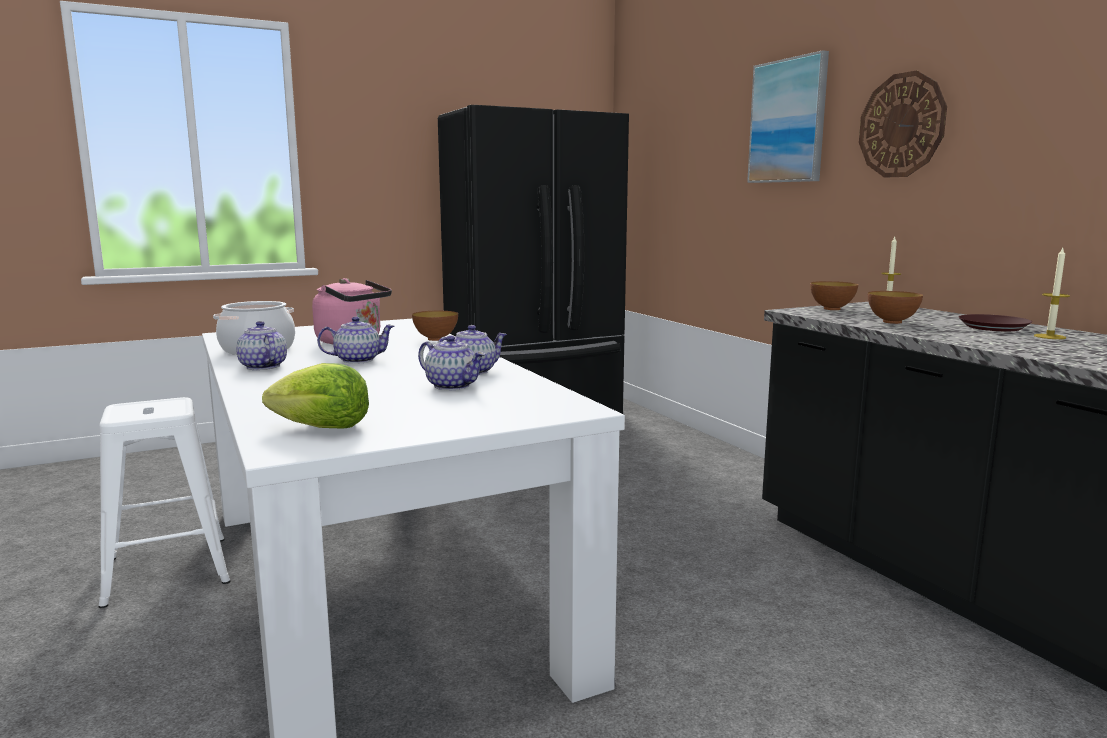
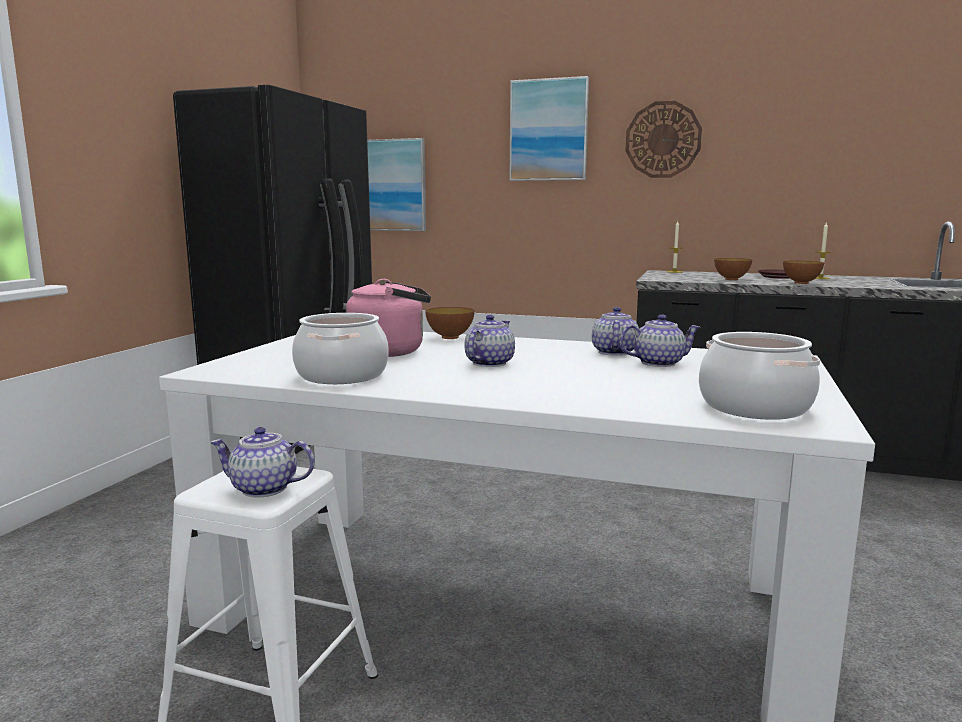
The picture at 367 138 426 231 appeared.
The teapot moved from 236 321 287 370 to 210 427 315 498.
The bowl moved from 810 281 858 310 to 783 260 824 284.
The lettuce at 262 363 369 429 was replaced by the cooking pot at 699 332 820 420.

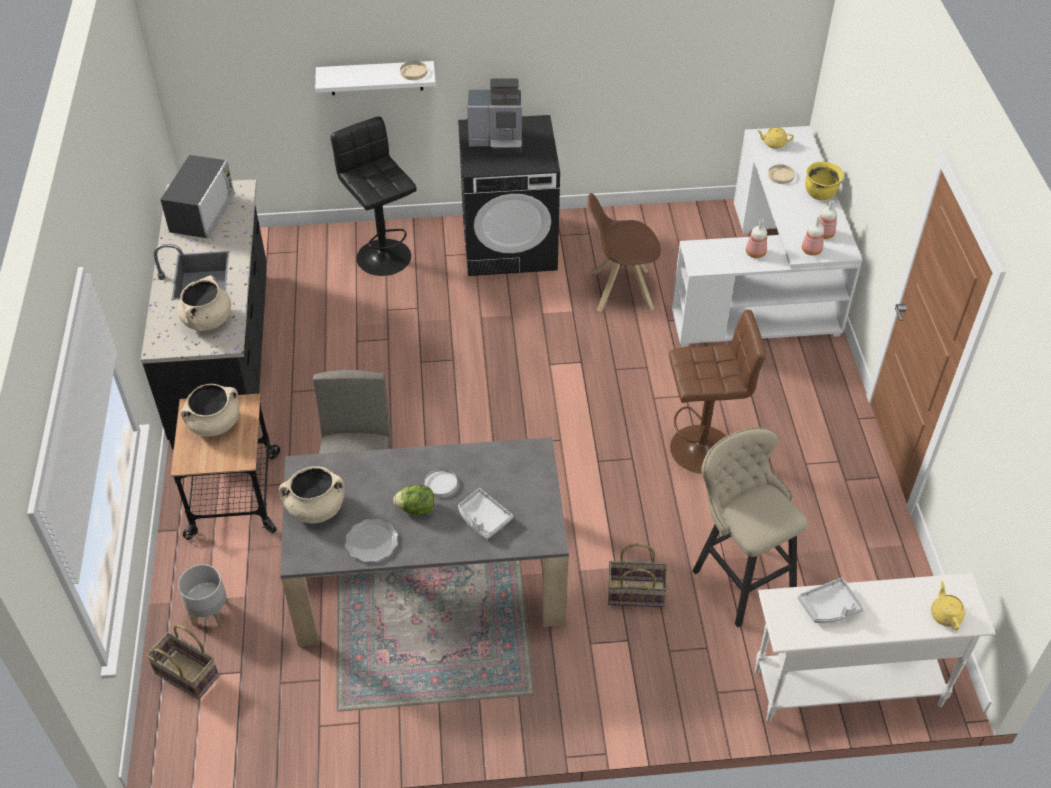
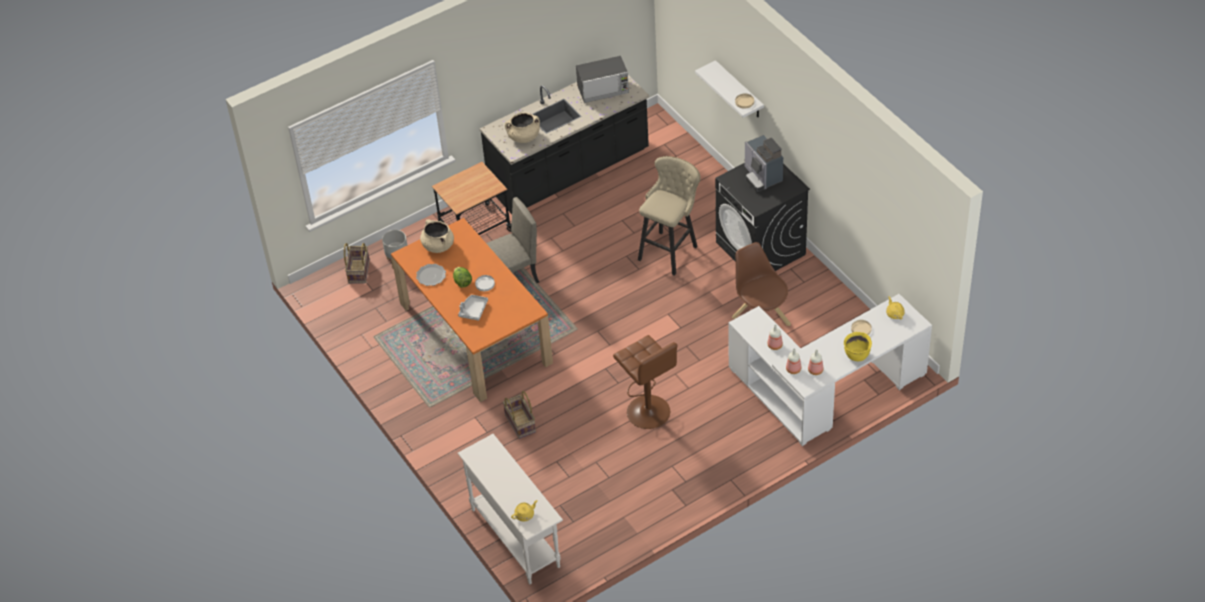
The beige cooking pot at 181 384 239 437 disappeared.
The black stool at 331 117 417 276 disappeared.
The grey tray at 798 578 864 623 disappeared.
The beige stool moved from 693 428 808 627 to 638 156 701 276.
The grey dining table at 280 437 569 647 became the orange dining table at 391 218 553 402.

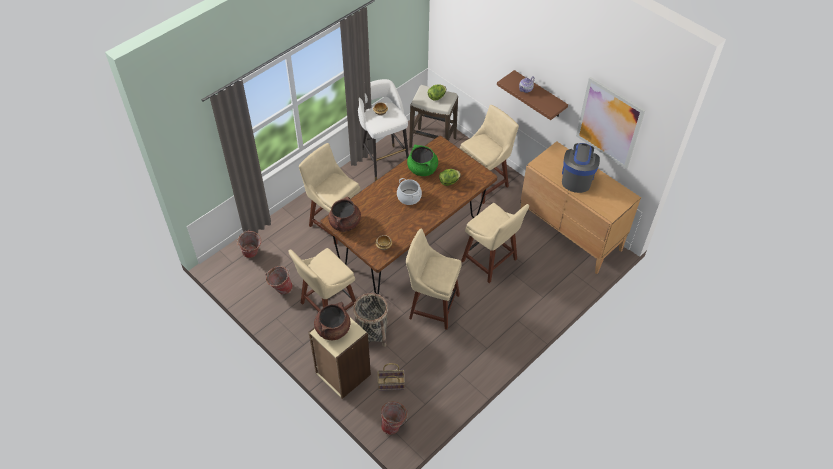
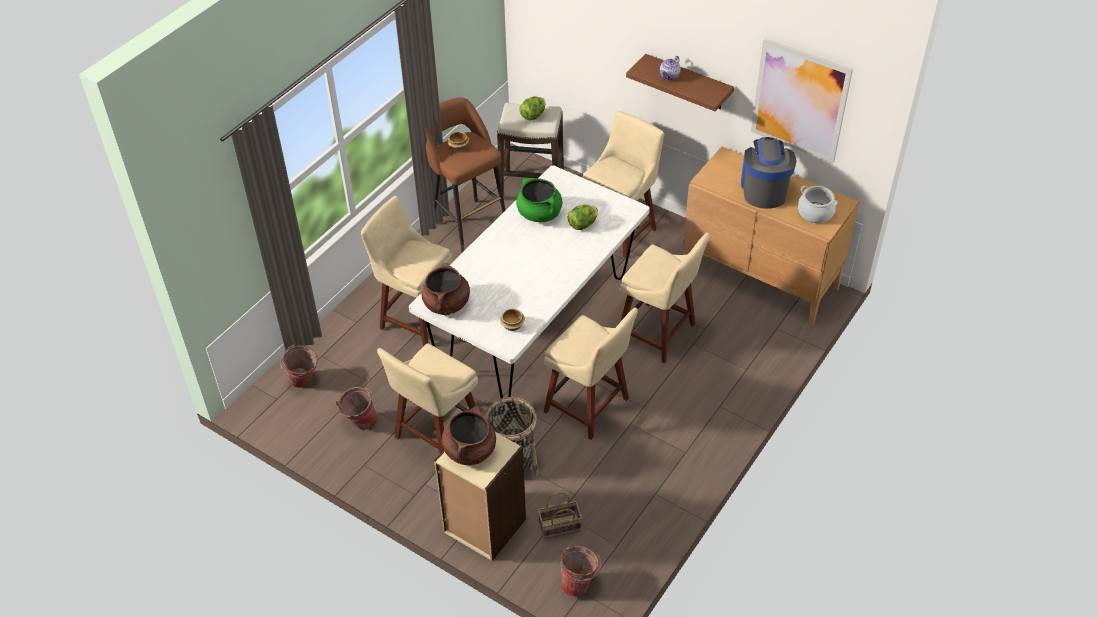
The cooking pot moved from 397 178 422 205 to 798 186 838 223.
The brown dining table at 320 136 497 295 became the white dining table at 409 165 650 398.
The white stool at 358 79 409 181 became the brown stool at 426 98 505 253.
The beige chair at 406 229 462 330 turned 150 degrees counterclockwise.

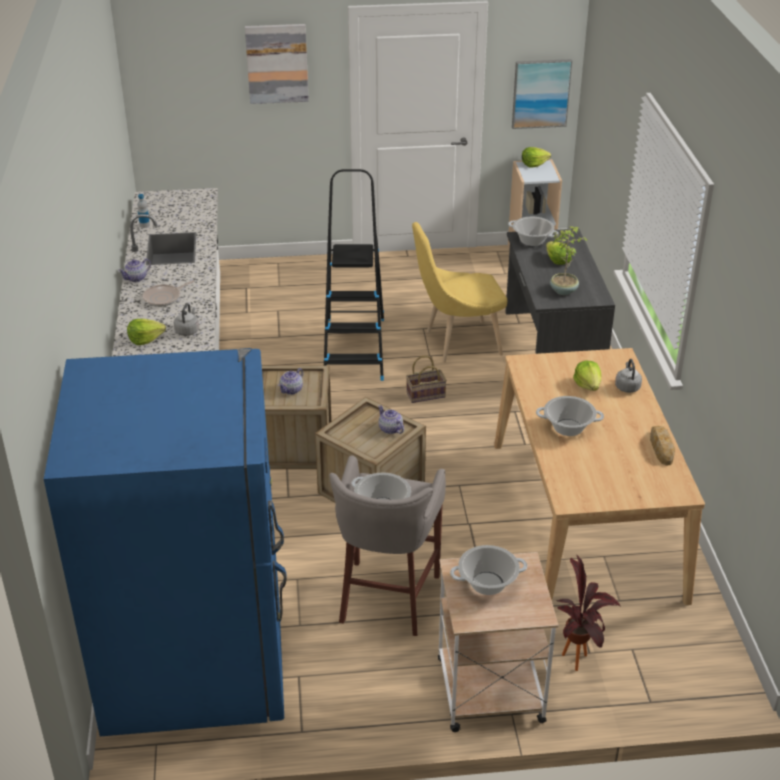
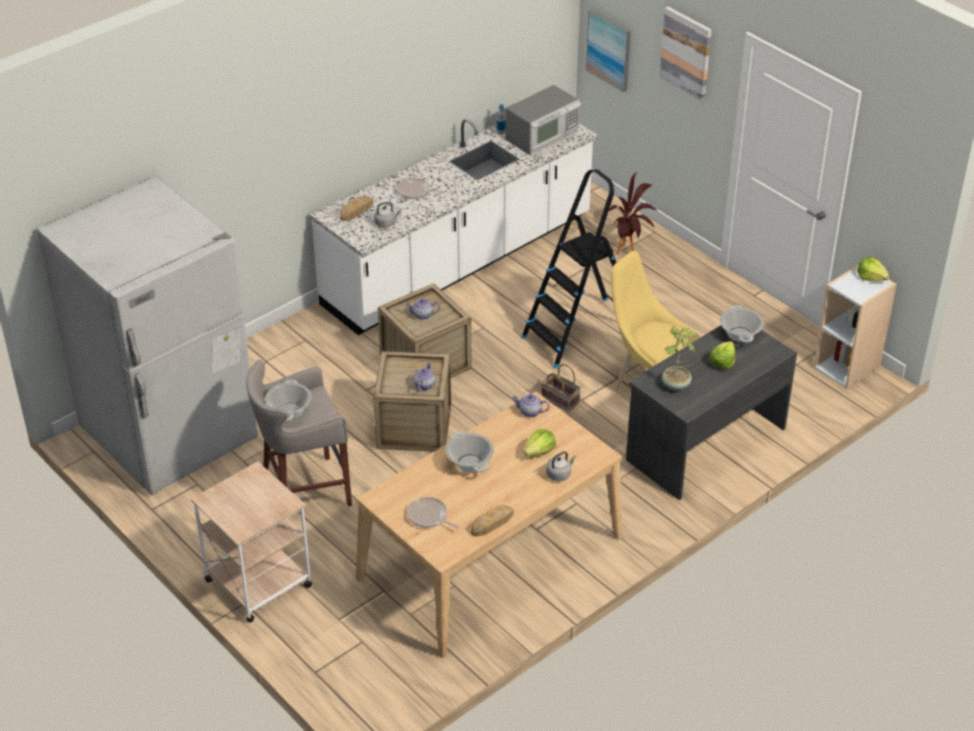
The cooking pot at 450 545 527 595 disappeared.
The frying pan at 407 497 460 529 appeared.
The microwave at 505 85 581 156 appeared.
The teapot moved from 118 259 151 282 to 512 394 549 417.
The picture moved from 512 59 572 129 to 586 9 631 92.
The potted plant moved from 556 554 621 671 to 609 172 657 254.
The lettuce at 127 319 166 345 was replaced by the bread at 340 196 373 221.
The blue fridge at 44 348 287 736 became the white fridge at 37 177 258 494.

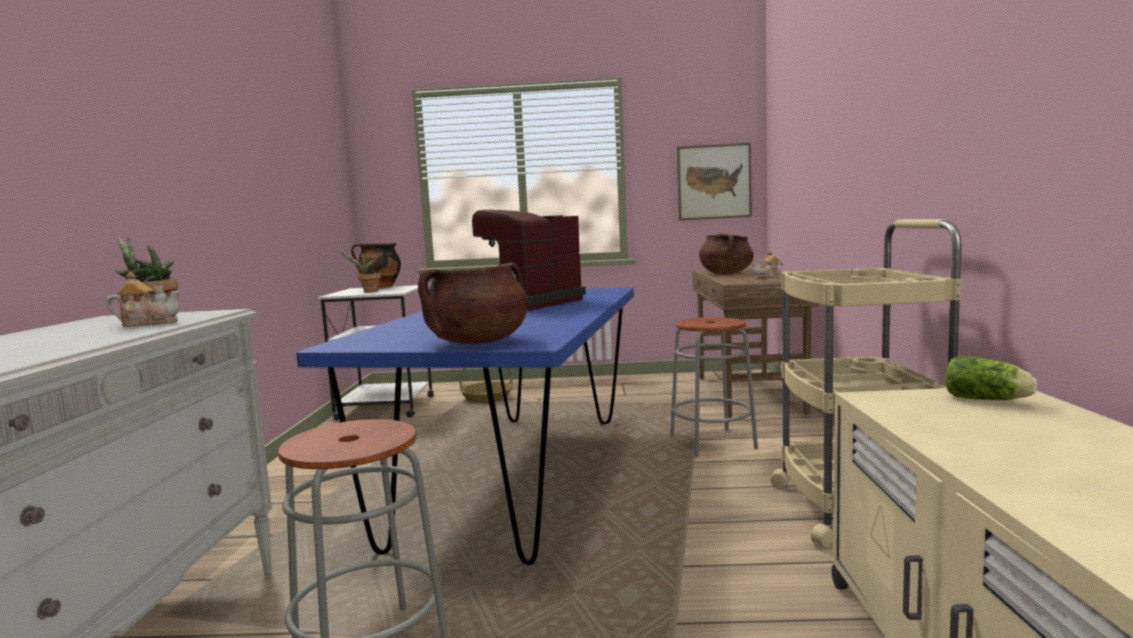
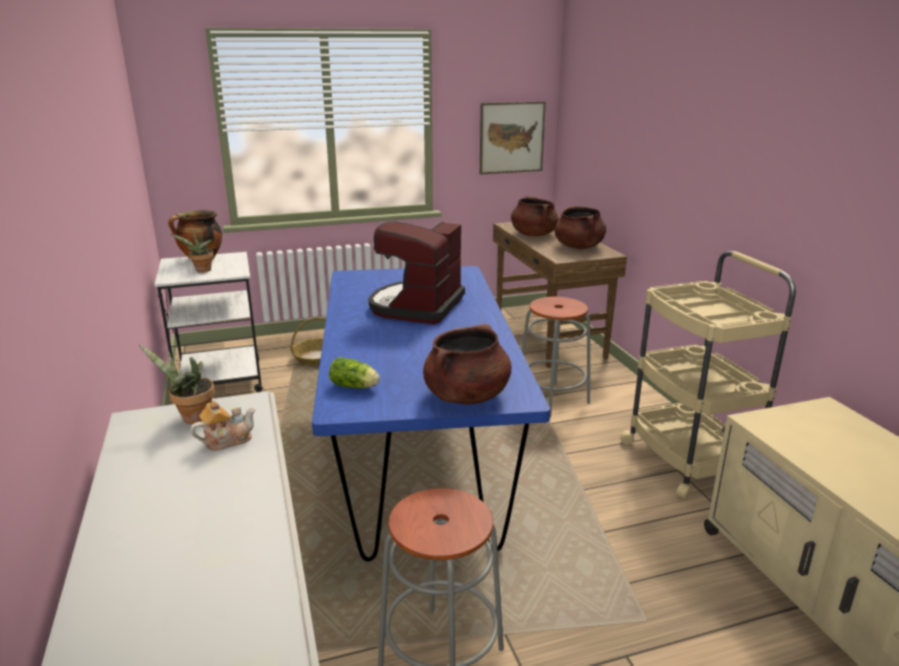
The lettuce moved from 945 356 1037 400 to 329 357 380 389.
The teapot at 751 251 784 278 was replaced by the brown cooking pot at 555 206 606 249.

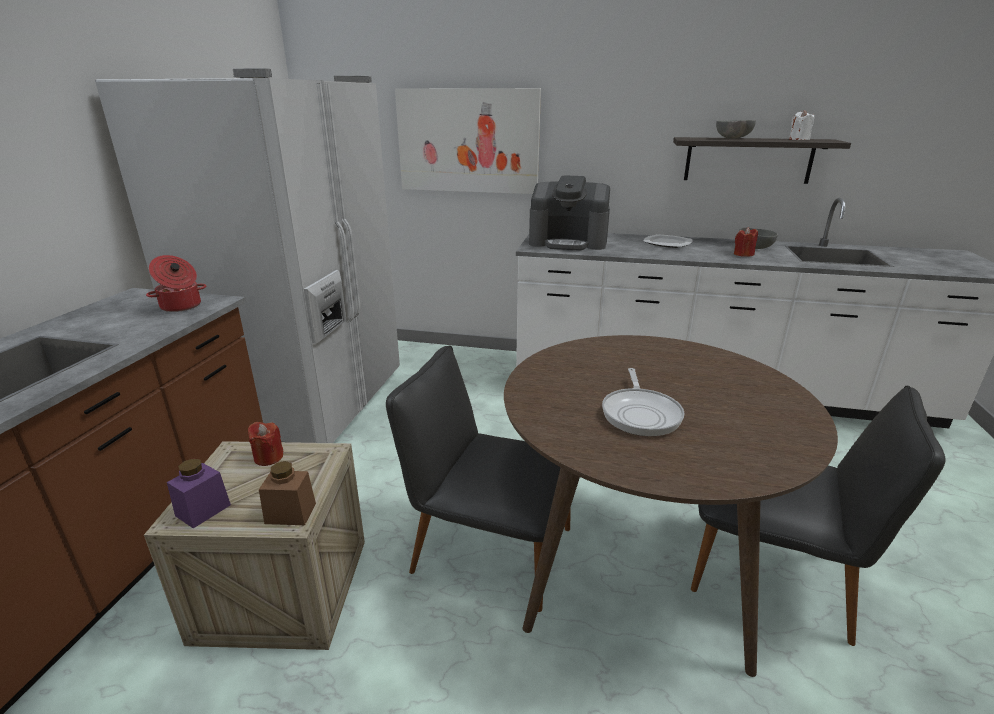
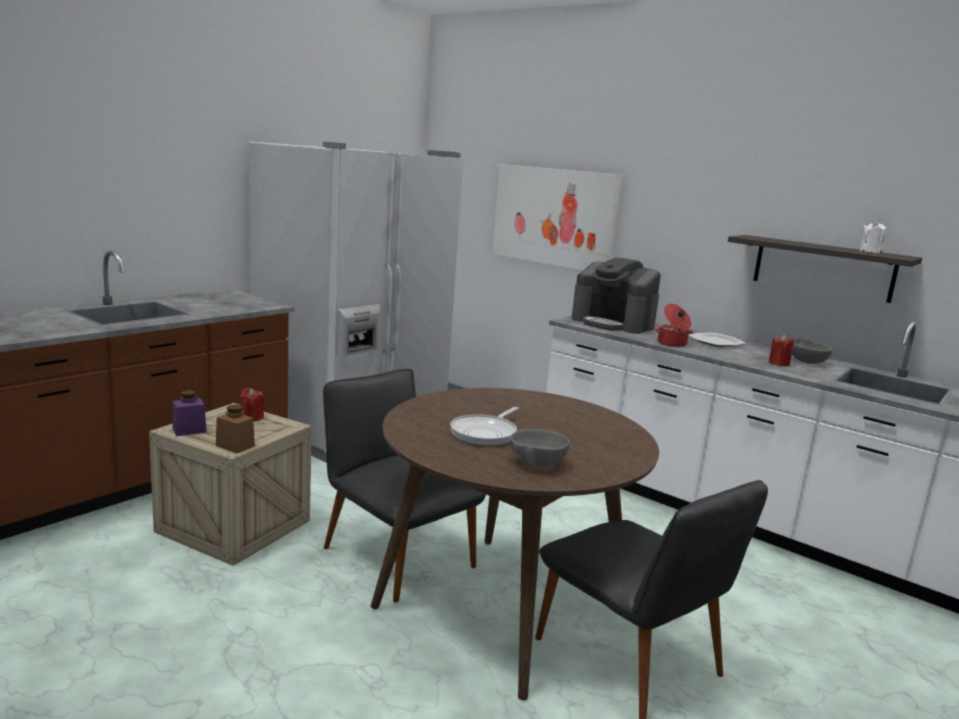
The cooking pot moved from 146 255 207 312 to 654 304 694 347.
The grey bowl moved from 716 120 756 139 to 510 429 570 467.

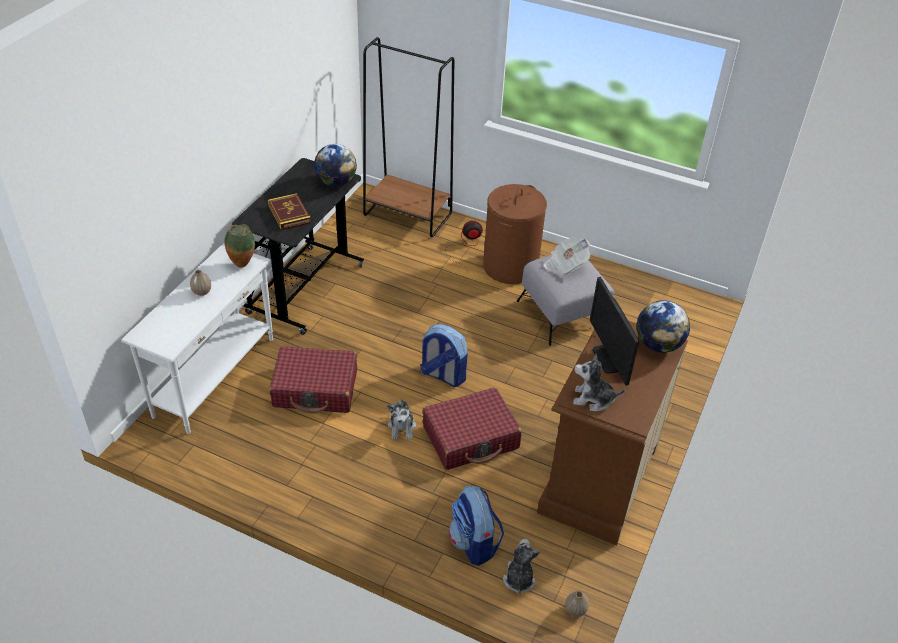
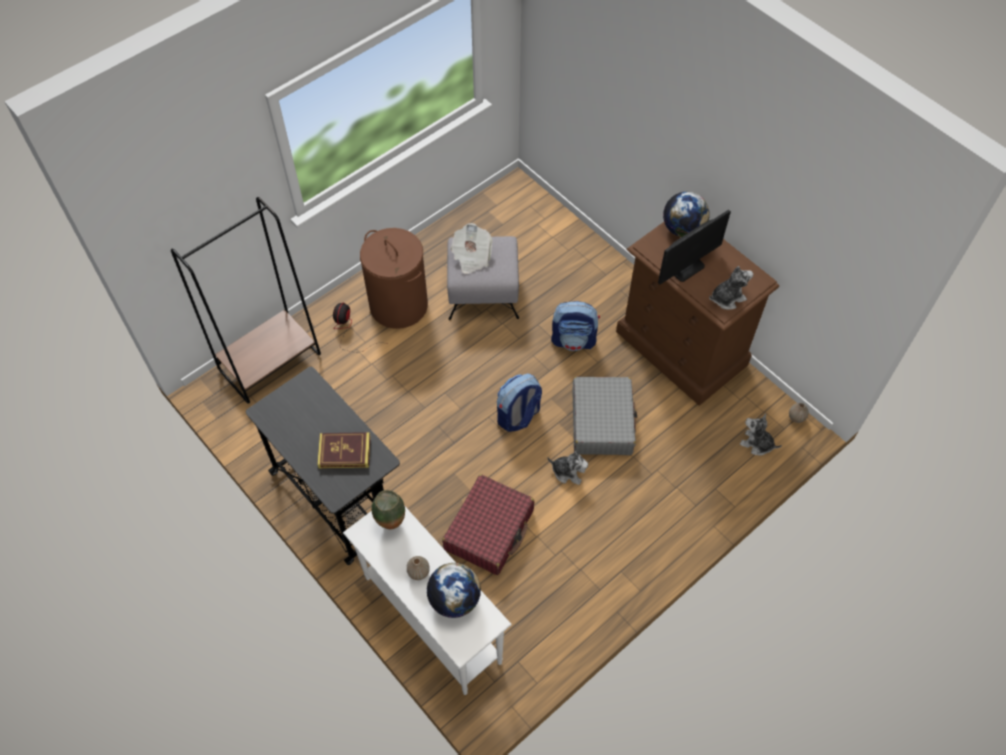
The globe moved from 314 144 357 187 to 427 563 481 618.
The backpack moved from 449 485 504 566 to 551 301 600 351.
The red suitcase at 423 387 522 470 became the grey suitcase at 572 376 637 455.
The plush toy at 573 354 625 411 turned 150 degrees counterclockwise.
The monitor at 590 277 639 386 turned 45 degrees counterclockwise.

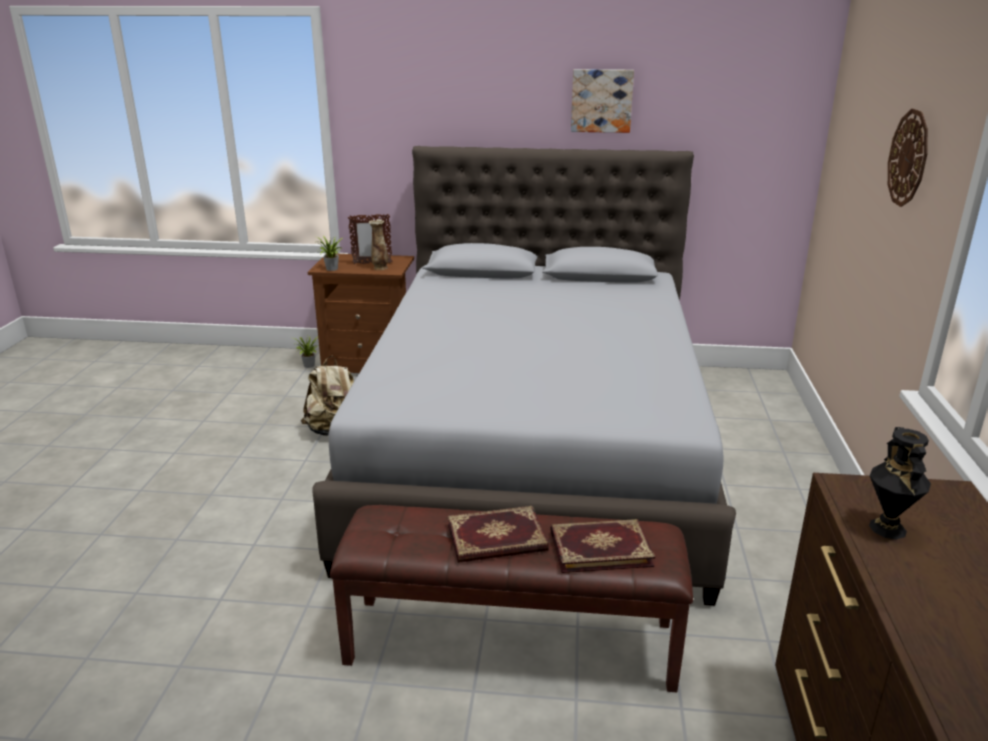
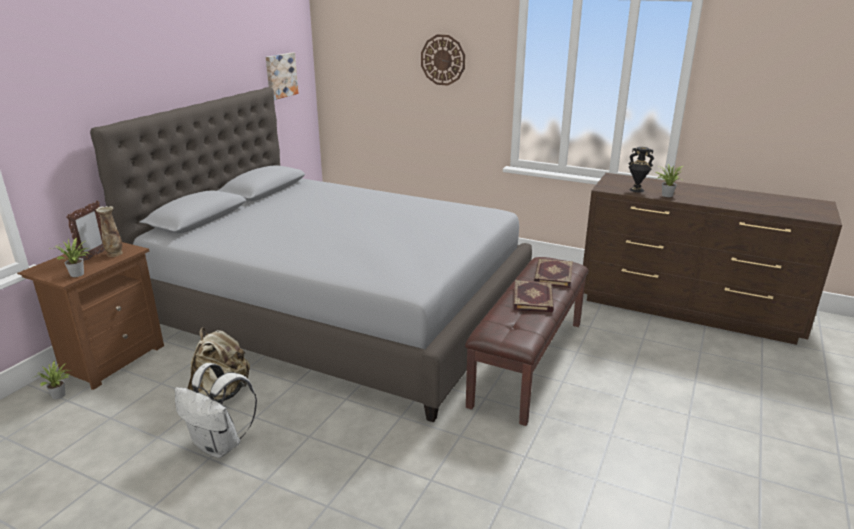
The white backpack at 175 363 257 458 appeared.
The potted plant at 656 164 683 197 appeared.
The picture moved from 571 69 634 133 to 266 52 299 100.

